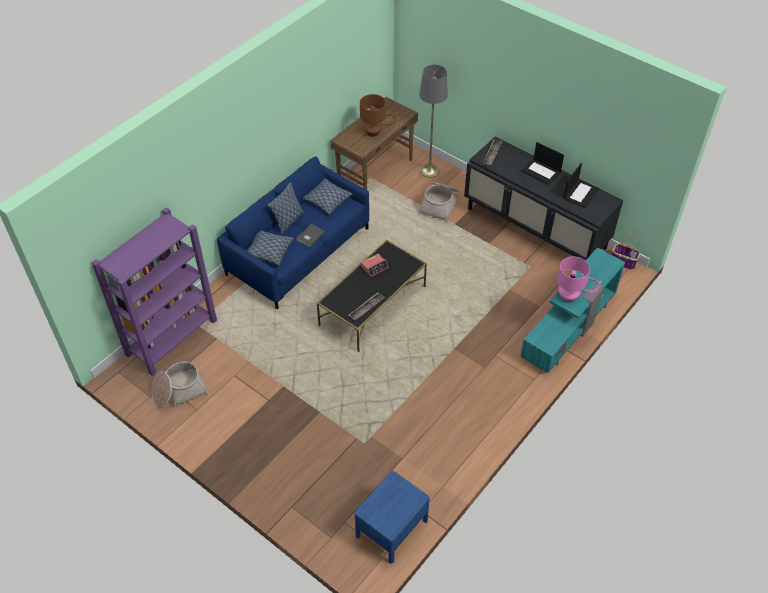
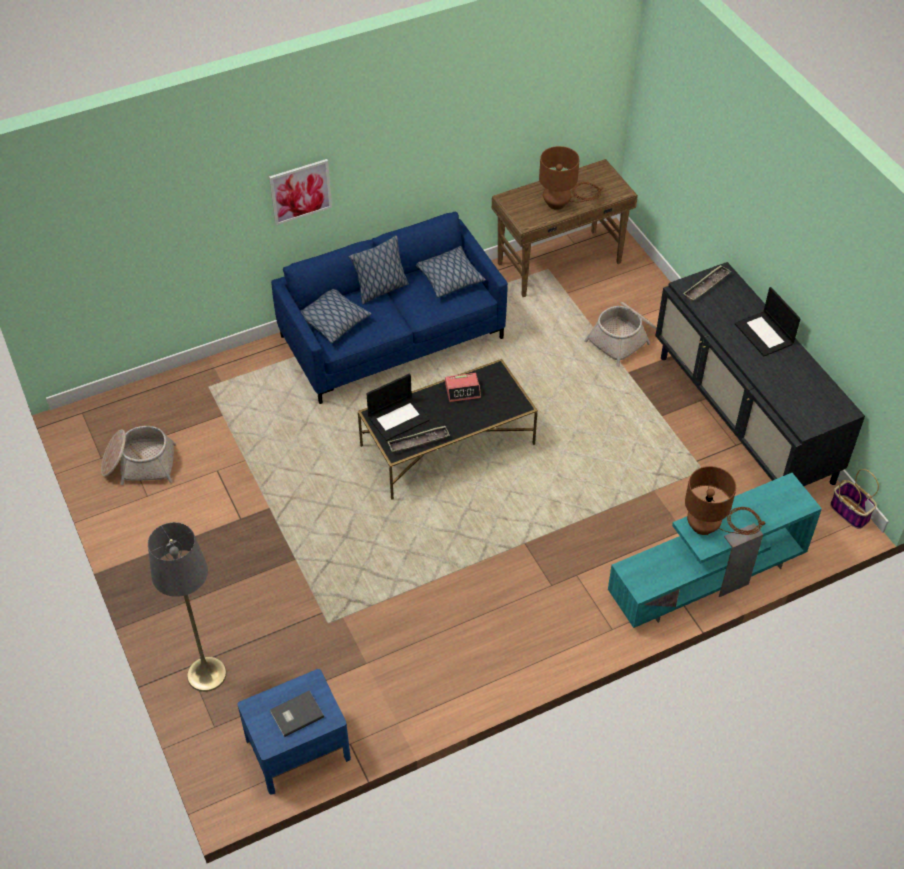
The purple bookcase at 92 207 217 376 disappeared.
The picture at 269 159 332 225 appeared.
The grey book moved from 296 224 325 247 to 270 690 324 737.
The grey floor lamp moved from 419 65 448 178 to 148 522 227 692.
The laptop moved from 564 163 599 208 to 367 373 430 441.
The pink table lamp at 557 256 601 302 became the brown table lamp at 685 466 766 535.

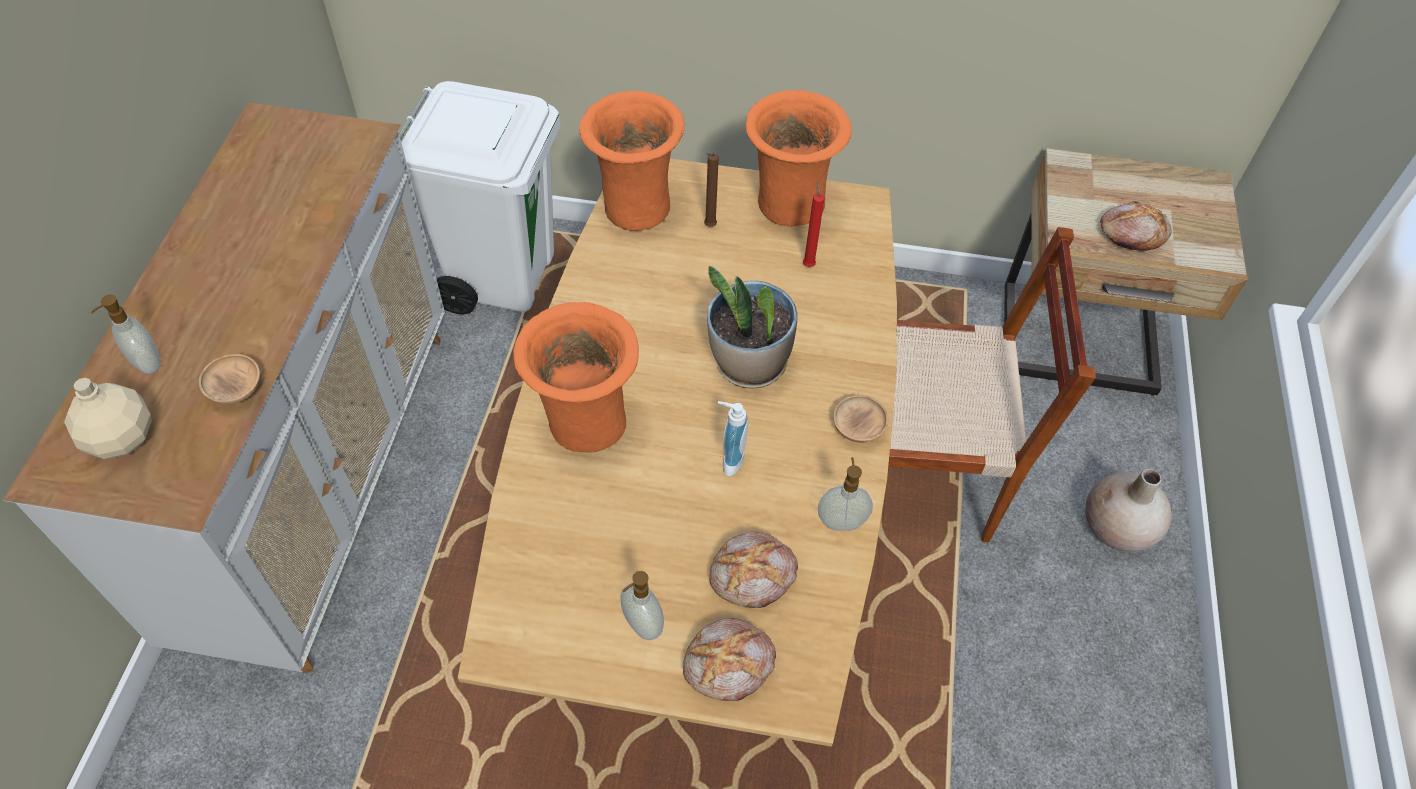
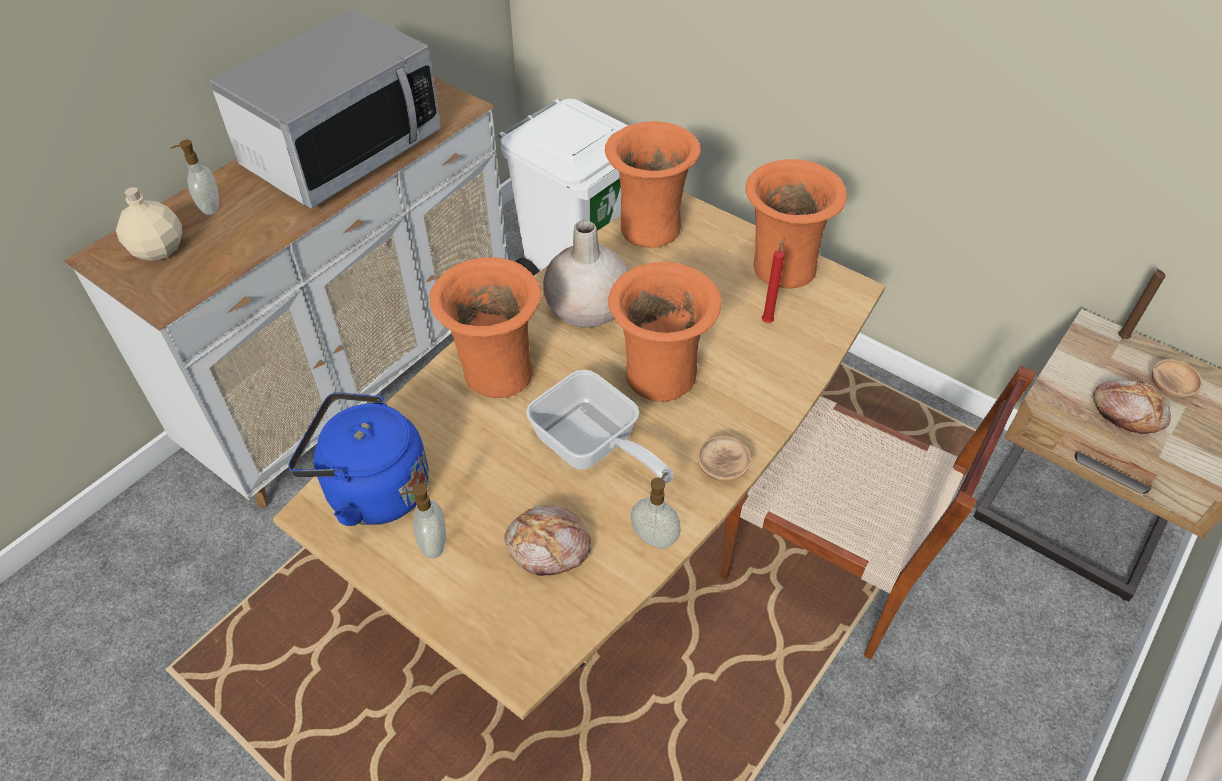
The bread at 683 618 776 701 disappeared.
The microwave at 209 9 441 209 appeared.
The blue kettle at 288 392 429 526 appeared.
The brown bowl moved from 199 354 260 405 to 1152 359 1203 398.
The brown candle moved from 704 153 719 227 to 1118 268 1166 339.
The beige vase moved from 1085 468 1172 552 to 543 221 629 328.
The potted plant at 707 266 797 388 was replaced by the orange vase at 608 262 722 402.
The soap dispenser at 717 401 748 476 was replaced by the frying pan at 526 370 673 483.

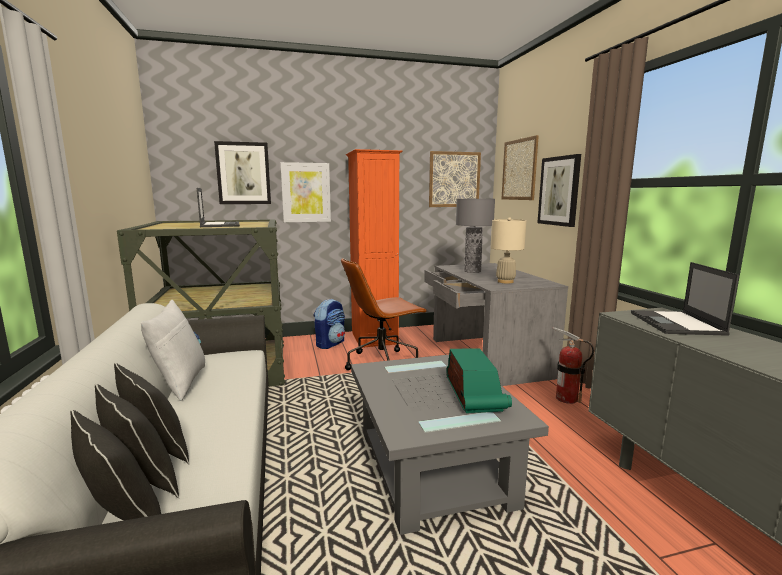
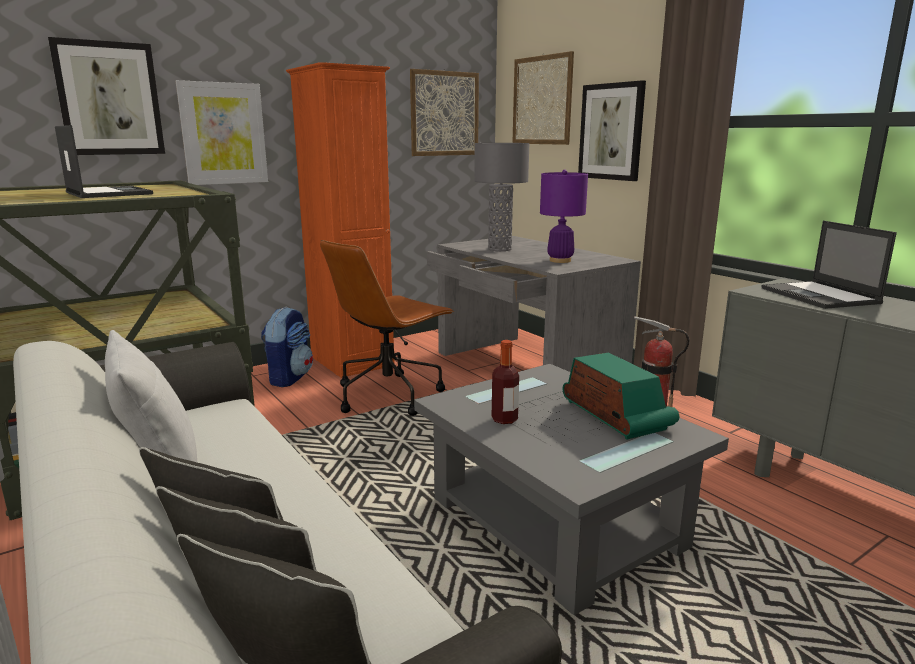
The bottle at 492 340 519 424 appeared.
The beige table lamp at 491 217 526 284 became the purple table lamp at 540 170 588 263.

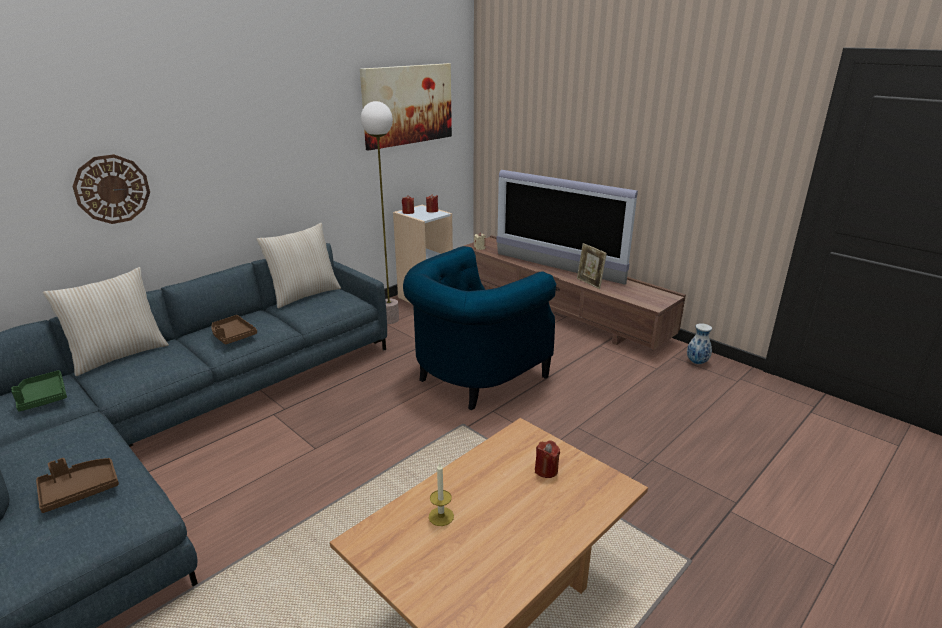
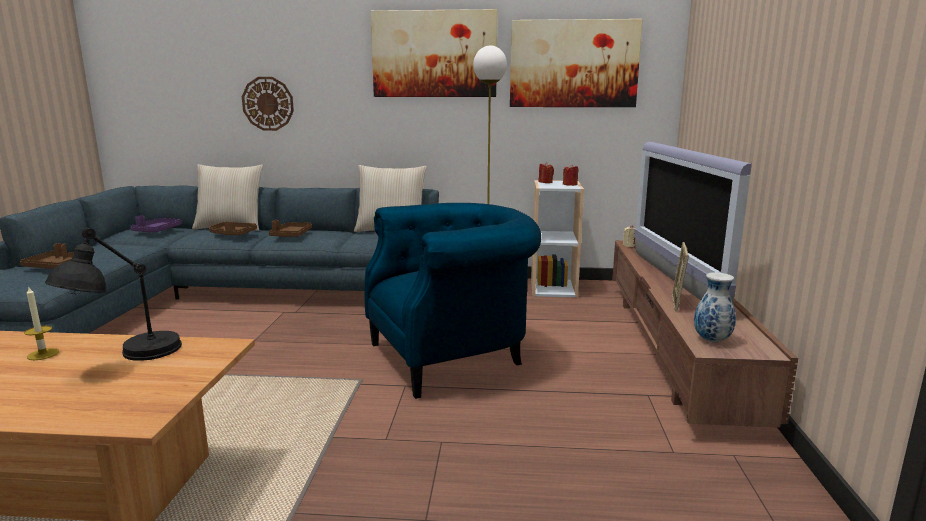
The red candle at 535 440 560 478 disappeared.
The black table lamp at 45 228 182 361 appeared.
The brown tray at 209 221 257 235 appeared.
The picture at 370 9 497 97 appeared.
The vase moved from 687 323 712 364 to 694 272 736 342.
The green tray at 11 370 67 412 became the purple tray at 130 215 182 232.
The blue armchair at 403 246 557 410 turned 150 degrees clockwise.

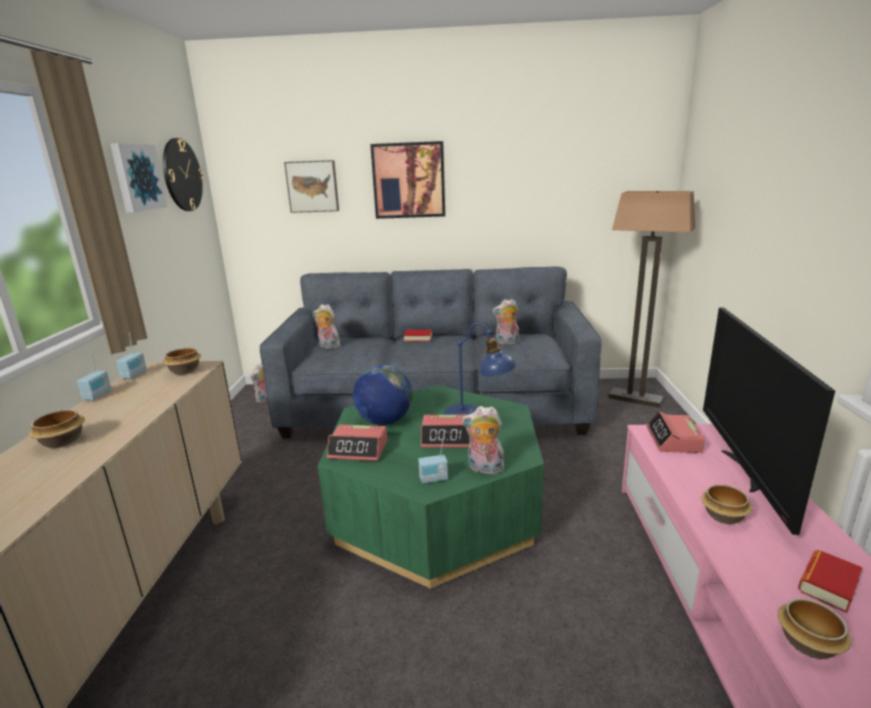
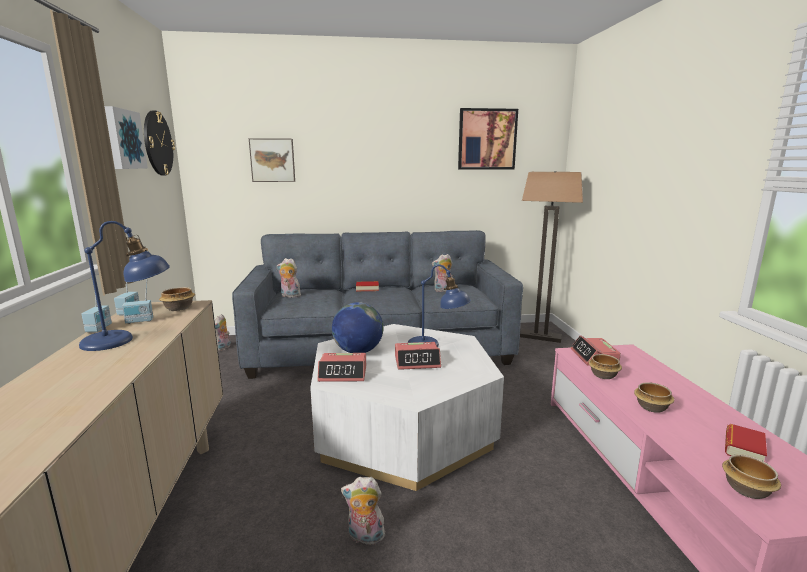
The television at 703 307 835 535 disappeared.
The blue table lamp at 79 221 170 351 appeared.
The bowl moved from 29 409 85 448 to 589 354 622 379.
The picture moved from 370 141 445 219 to 458 108 518 169.
The radio moved from 418 433 448 483 to 122 279 153 324.
The plush toy moved from 462 406 506 475 to 341 477 385 545.
The green coffee table at 318 385 544 589 became the white coffee table at 310 324 504 491.

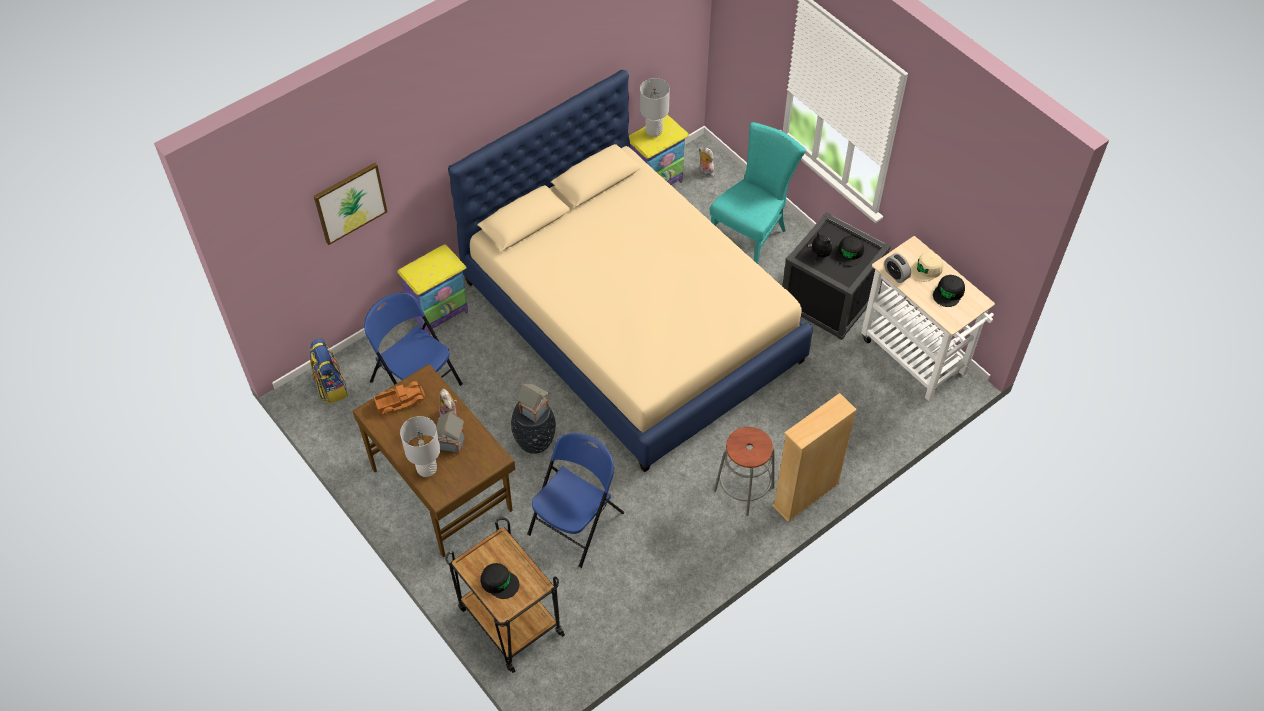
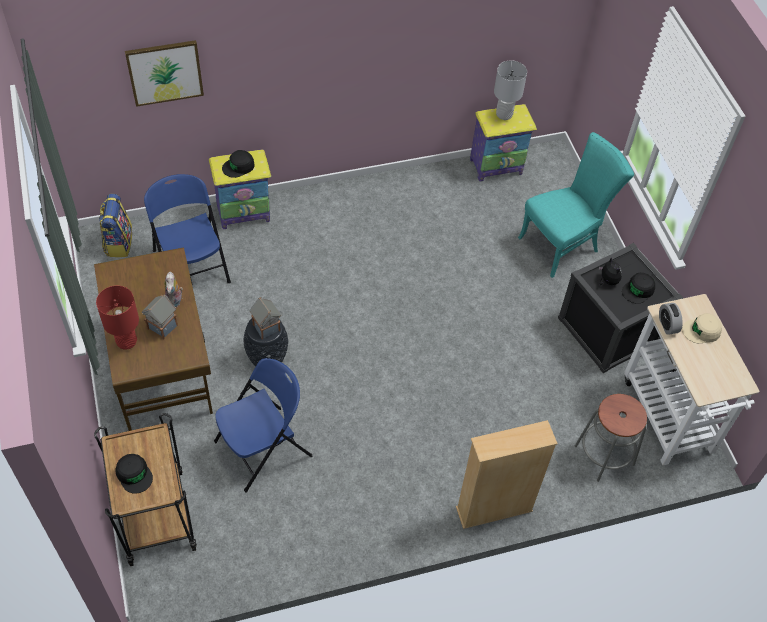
The toy truck at 374 381 425 414 disappeared.
The beige bed at 448 70 813 473 disappeared.
The plush toy at 699 147 715 178 disappeared.
The grey stool moved from 714 427 775 516 to 575 394 647 482.
The black cap moved from 933 275 965 307 to 222 150 255 178.
The grey table lamp at 400 416 440 477 became the red table lamp at 96 286 139 350.

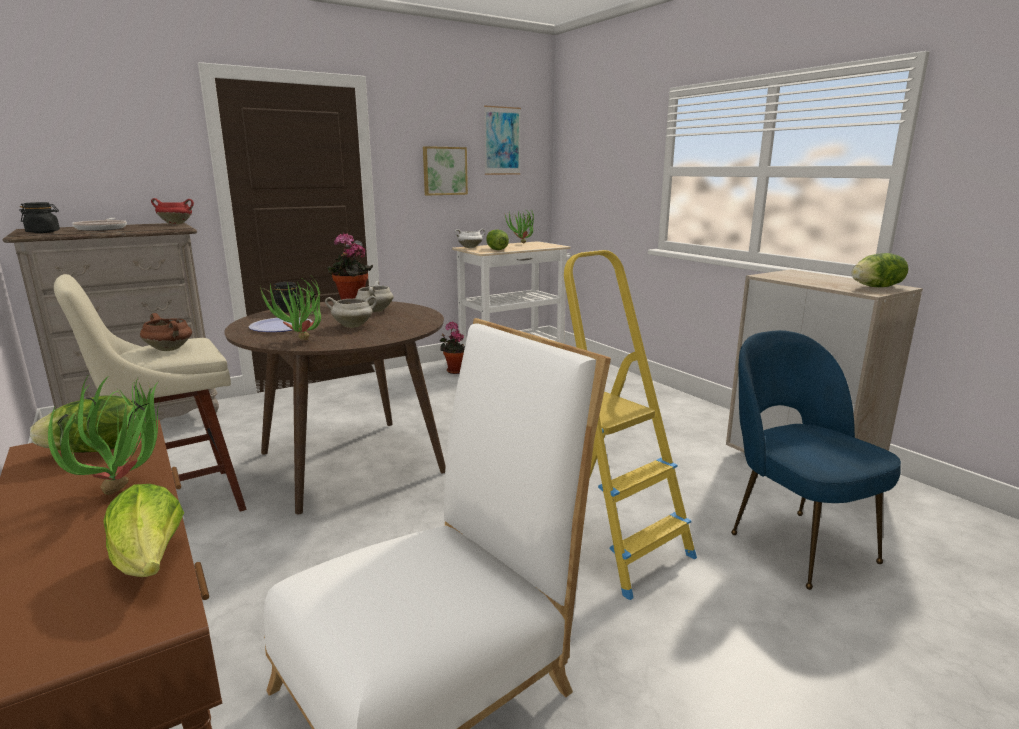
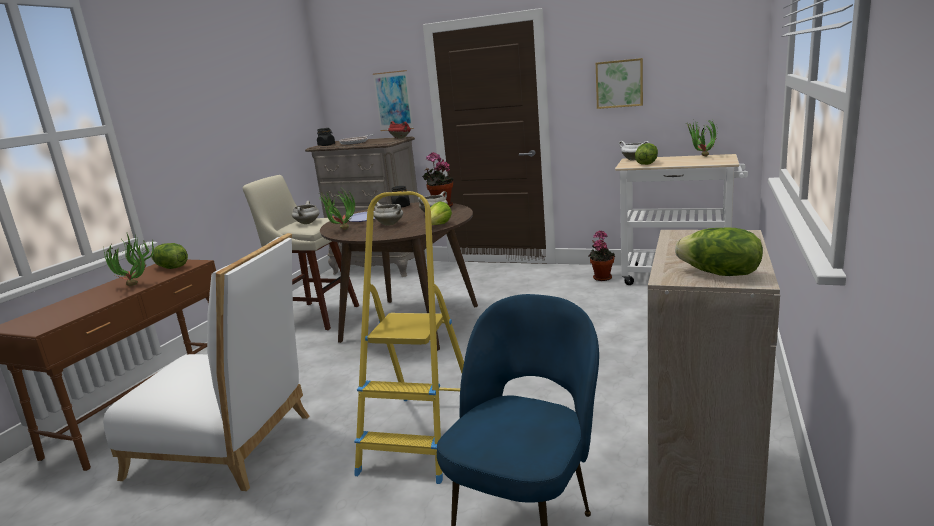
The lettuce moved from 103 484 184 577 to 430 201 452 225.
The picture moved from 484 106 521 175 to 373 70 414 131.
The brown cooking pot at 140 313 192 351 became the white cooking pot at 292 201 320 224.

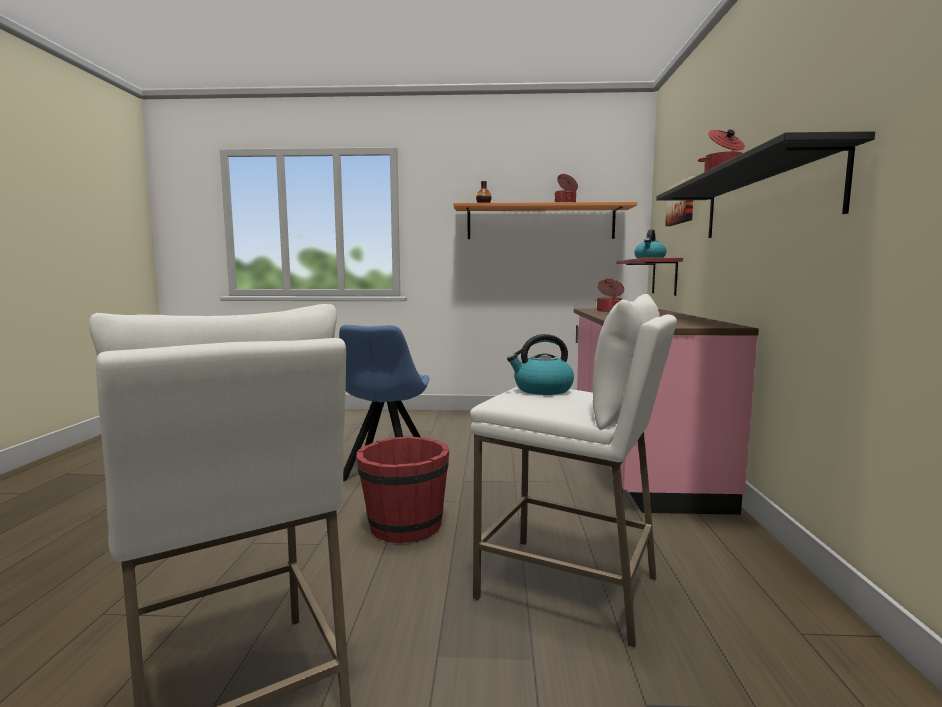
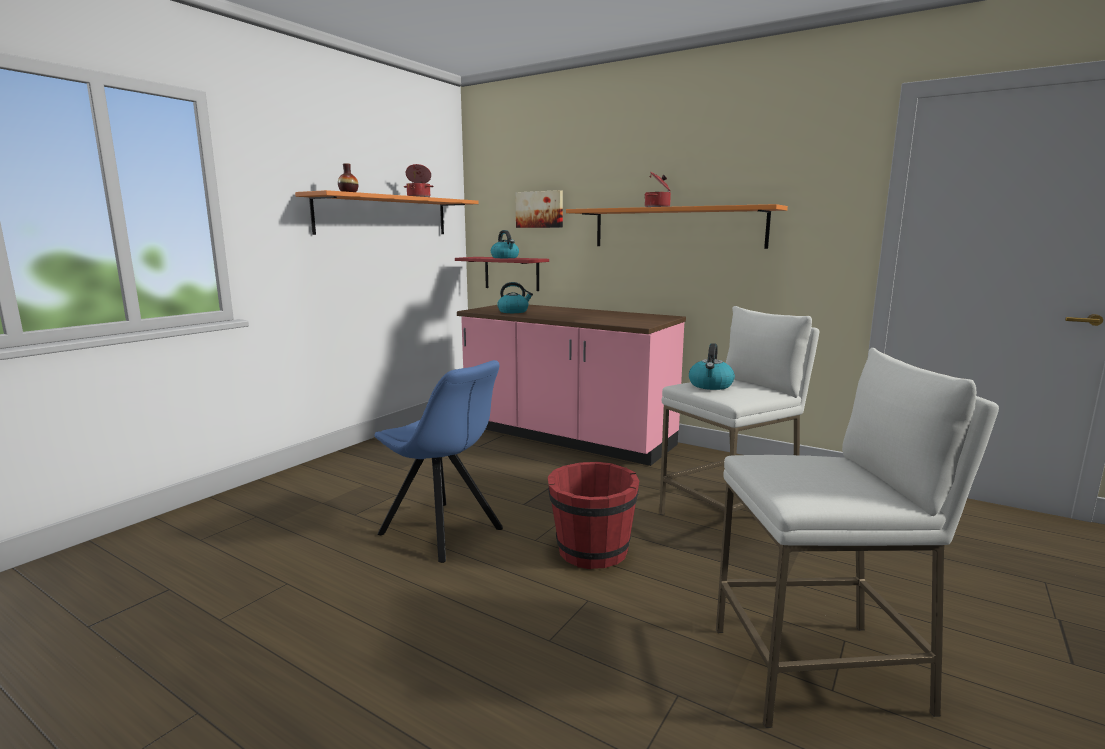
The cooking pot at 595 279 624 312 was replaced by the kettle at 497 282 533 313.
The black shelf at 656 131 875 238 became the orange shelf at 566 204 788 249.

